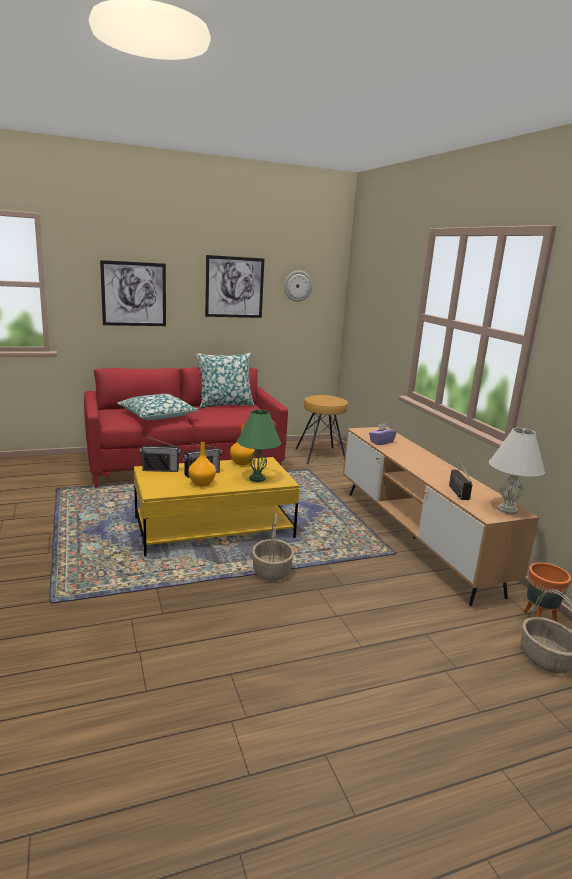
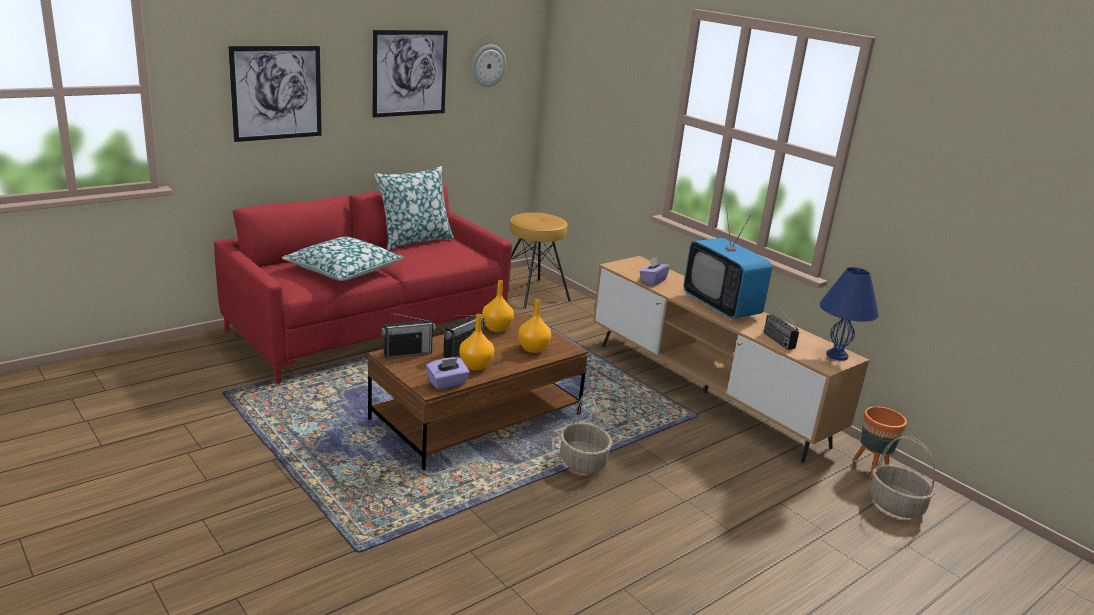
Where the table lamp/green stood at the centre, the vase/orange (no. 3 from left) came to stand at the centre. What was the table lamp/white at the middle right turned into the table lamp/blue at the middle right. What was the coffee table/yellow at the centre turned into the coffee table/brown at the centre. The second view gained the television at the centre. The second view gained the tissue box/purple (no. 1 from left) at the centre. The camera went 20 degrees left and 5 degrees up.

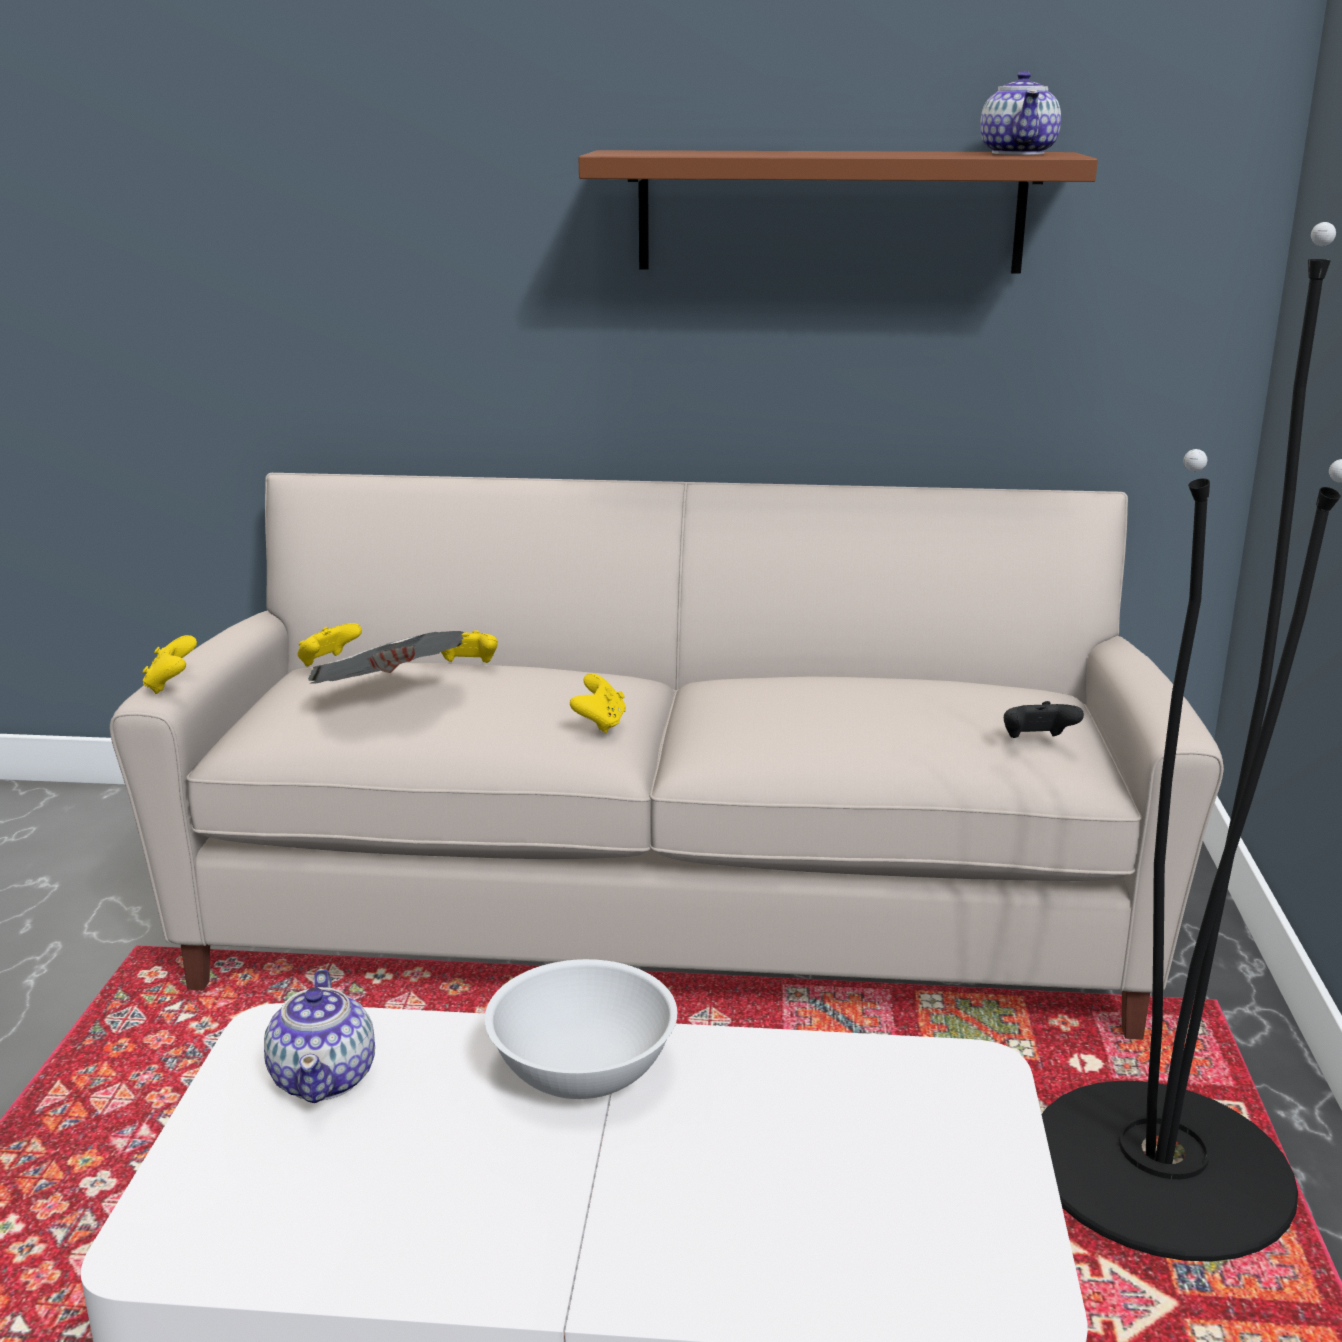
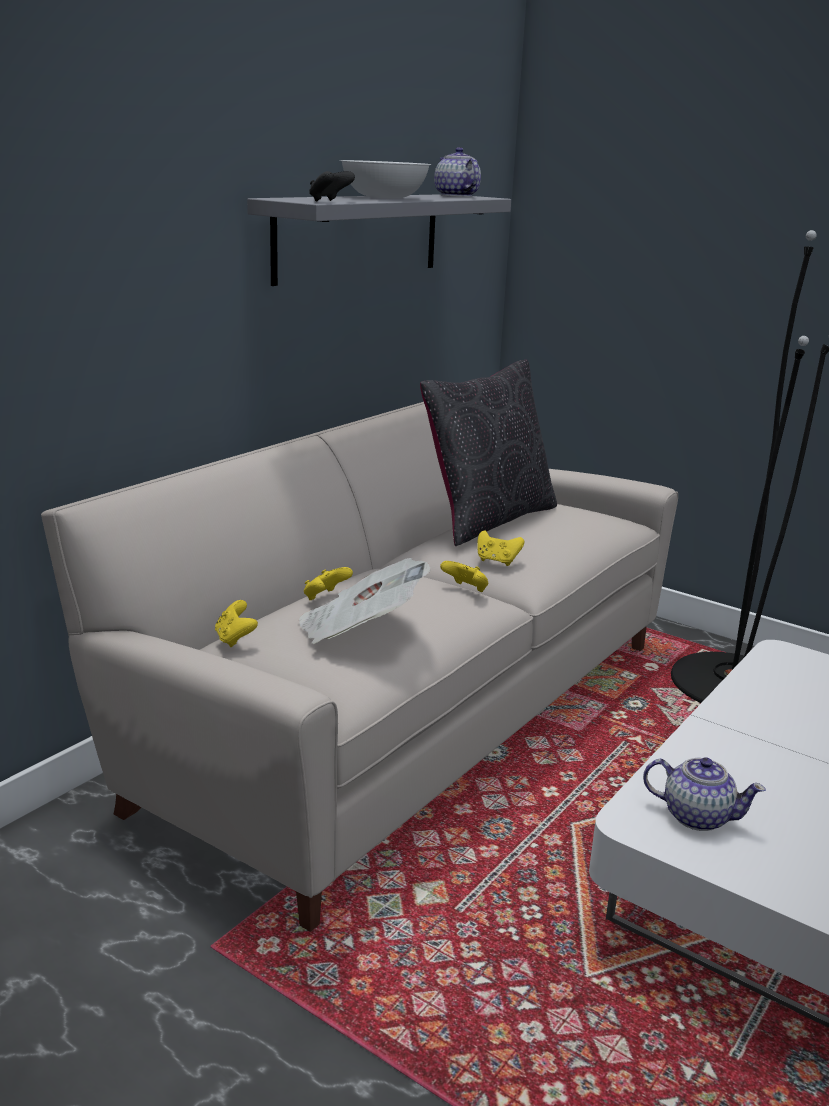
The teapot (no. 2 from left in the first image) at the top right ended up facing another way, 150 degrees counterclockwise from before. What was the shelf/brown at the top centre turned into the shelf/grey at the top centre. The game controller/yellow (no. 1 from left in the first image) ended up elsewhere, having gone from the middle left to the centre. The game controller/black ended up elsewhere, having gone from the middle right to the top centre. The bowl/white ended up elsewhere, having gone from the bottom centre to the top centre. The second view gained the pillow/black at the centre. The camera went 60 degrees left and 0 degrees up.

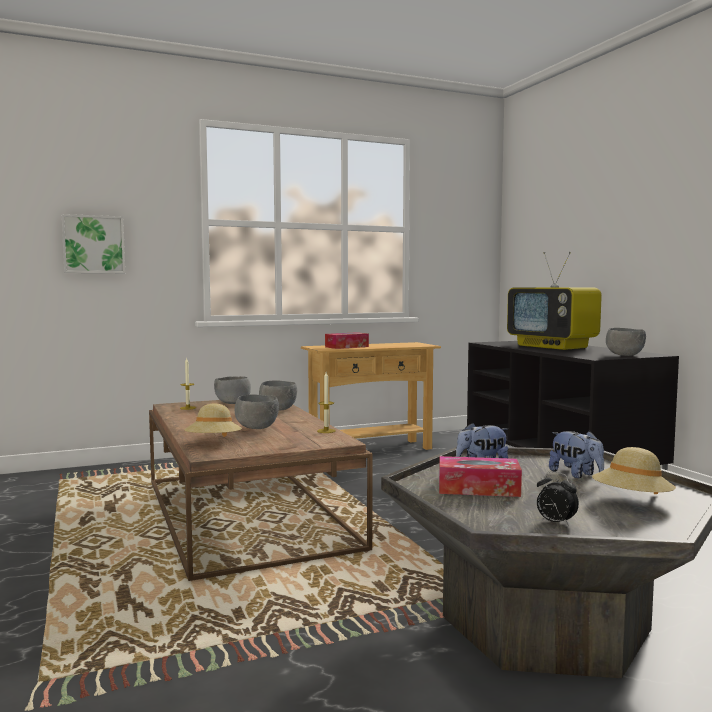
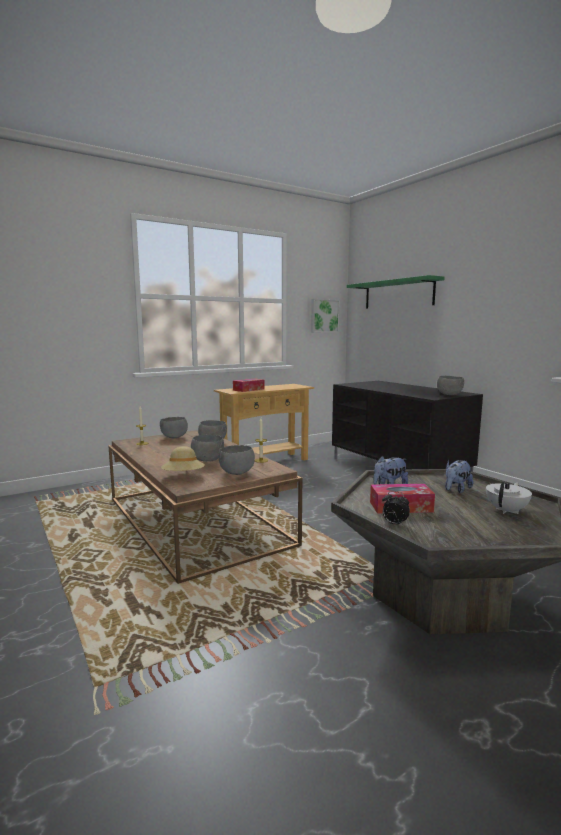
The picture ended up elsewhere, having gone from the middle left to the centre. The second view lost the television at the middle right. The plush toy (no. 2 from left) at the middle right ended up facing another way, 90 degrees clockwise from before. Where the hat/beige (no. 2 from left) stood at the middle right, the teapot/white came to stand at the middle right. The alarm clock ended up elsewhere, having gone from the bottom right to the middle right. The second view gained the shelf/green at the middle right. The second view gained the bowl/grey (no. 4 from left) at the centre. The camera went 10 degrees left and 5 degrees up.

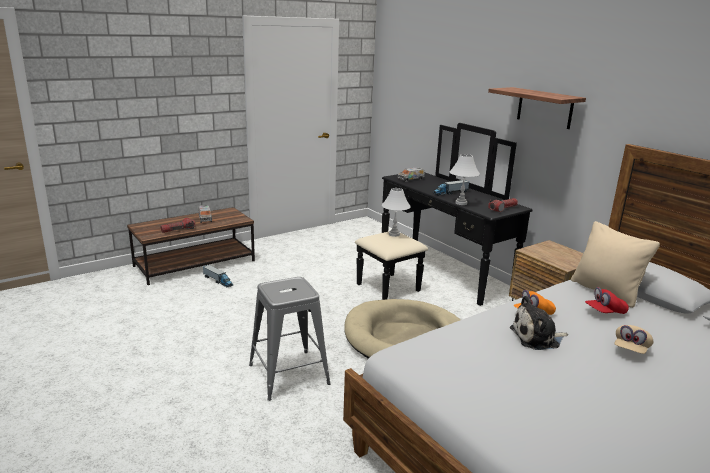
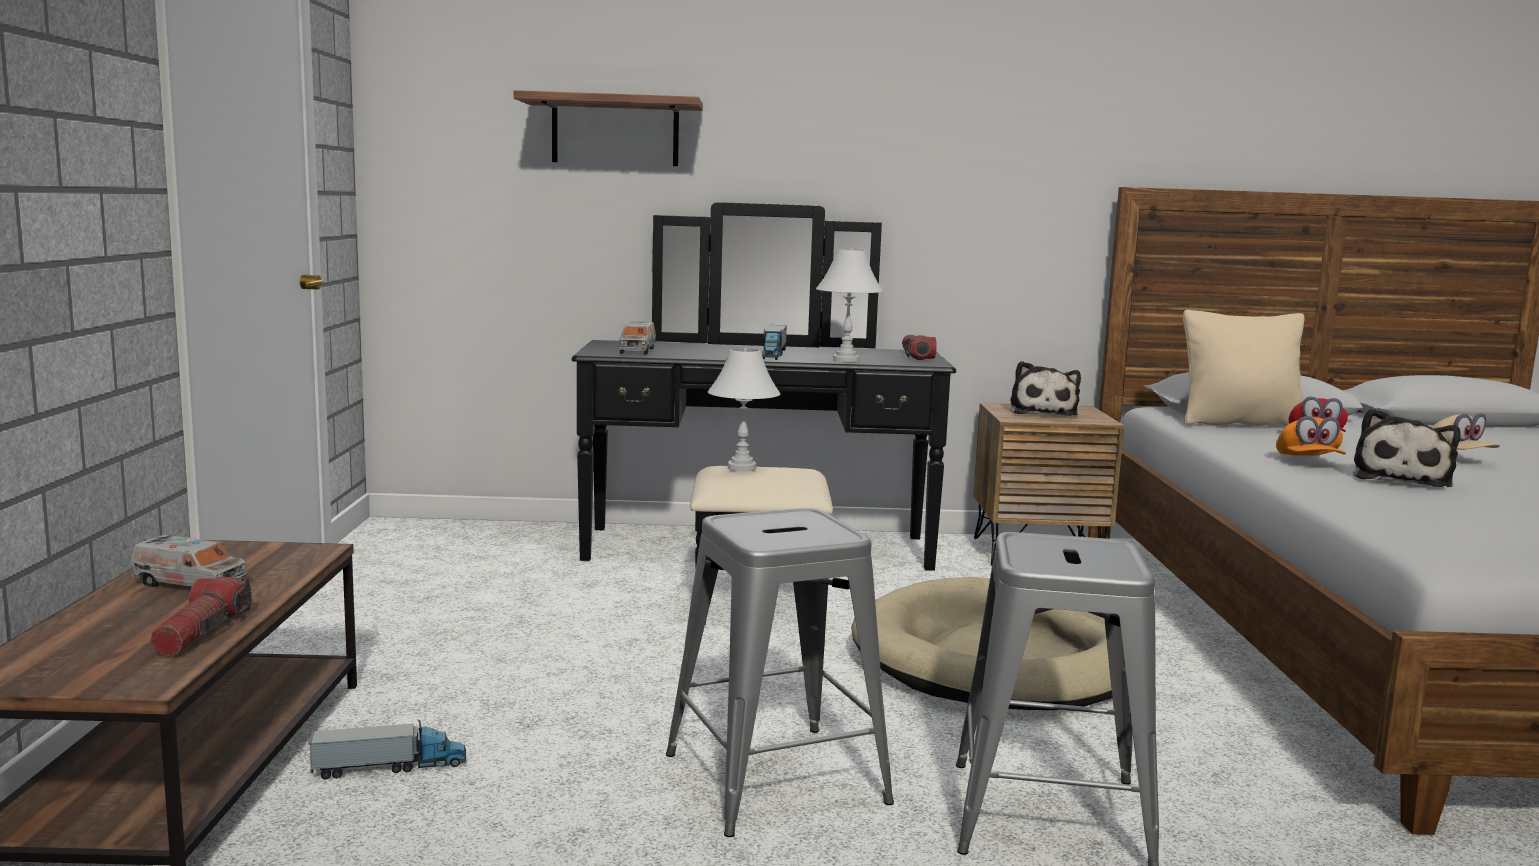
The shelf ended up elsewhere, having gone from the top right to the top centre. The second view gained the plush toy (no. 1 from left) at the middle right. The second view gained the stool/grey (no. 1 from left) at the bottom centre. The camera went 55 degrees left and 10 degrees down.

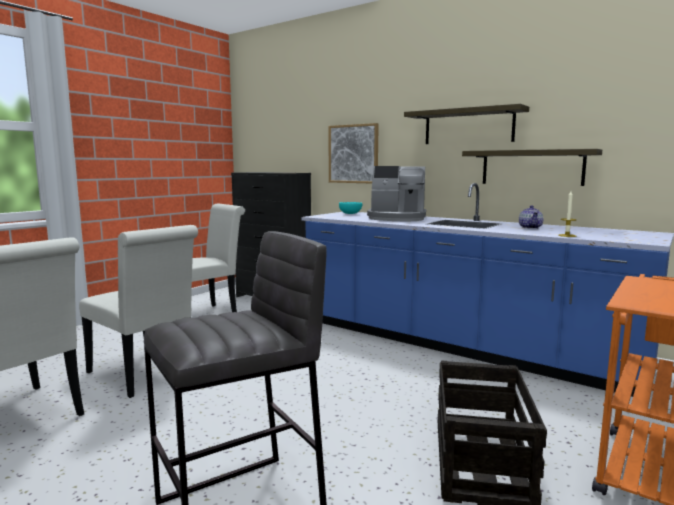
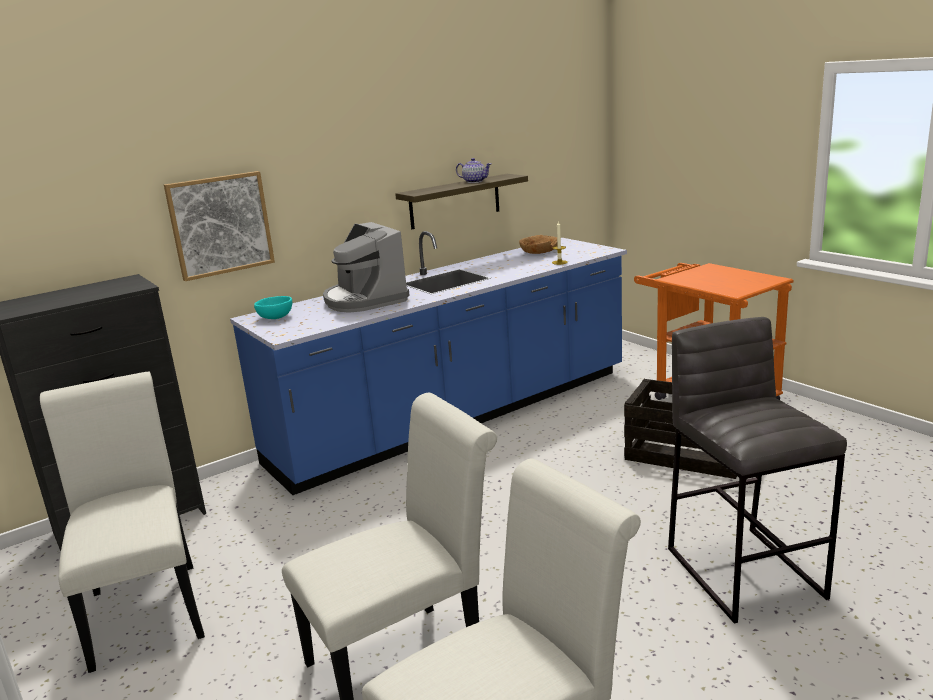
The second view lost the shelf (no. 1 from left) at the top right. The coffee machine at the centre ended up facing another way, 120 degrees clockwise from before. The teapot ended up elsewhere, having gone from the middle right to the top centre. The second view gained the bowl/brown at the centre. The camera went 70 degrees left and 10 degrees up.

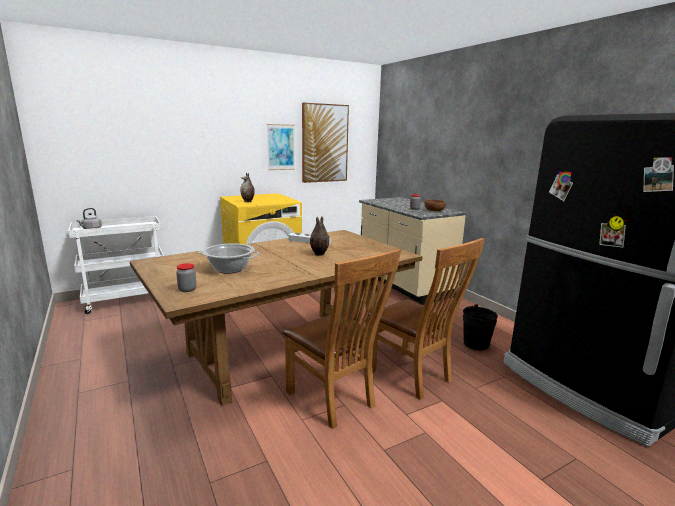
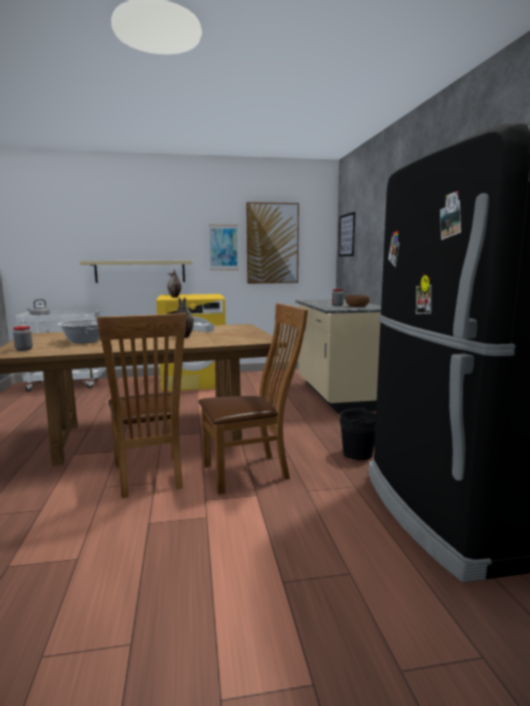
The chair/brown (no. 2 from left) at the centre ended up facing another way, 90 degrees counterclockwise from before. The second view gained the picture (no. 3 from left) at the top centre. The second view gained the shelf/beige at the middle left. The camera went 20 degrees right and 5 degrees down.

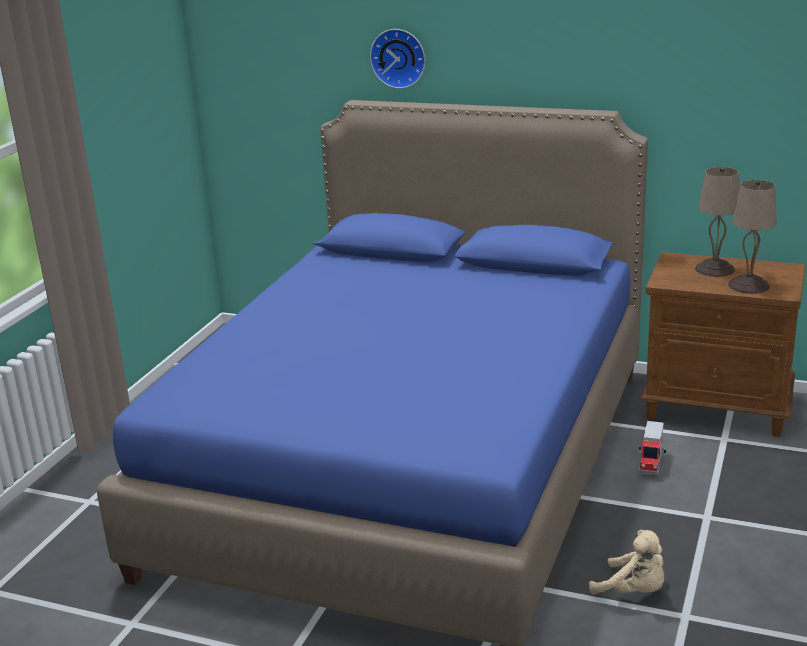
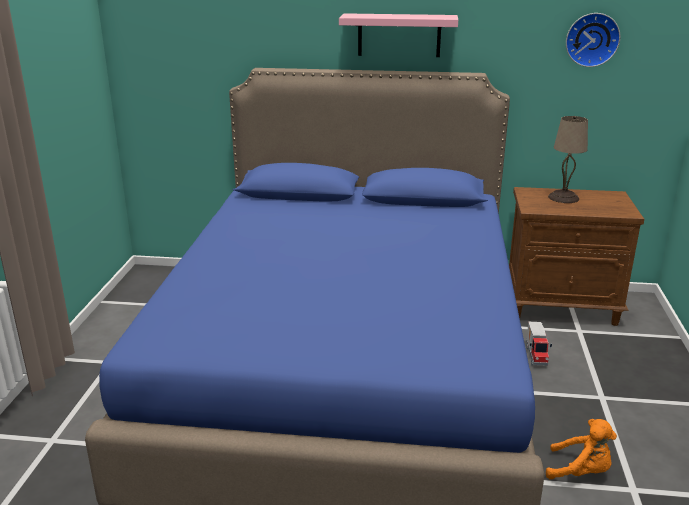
The wall clock ended up elsewhere, having gone from the top centre to the top right. The second view lost the table lamp/beige (no. 2 from left) at the middle right. What was the plush toy/beige at the bottom right turned into the plush toy/orange at the bottom right. The second view gained the shelf/pink at the top centre. The camera went 15 degrees left and 0 degrees up.

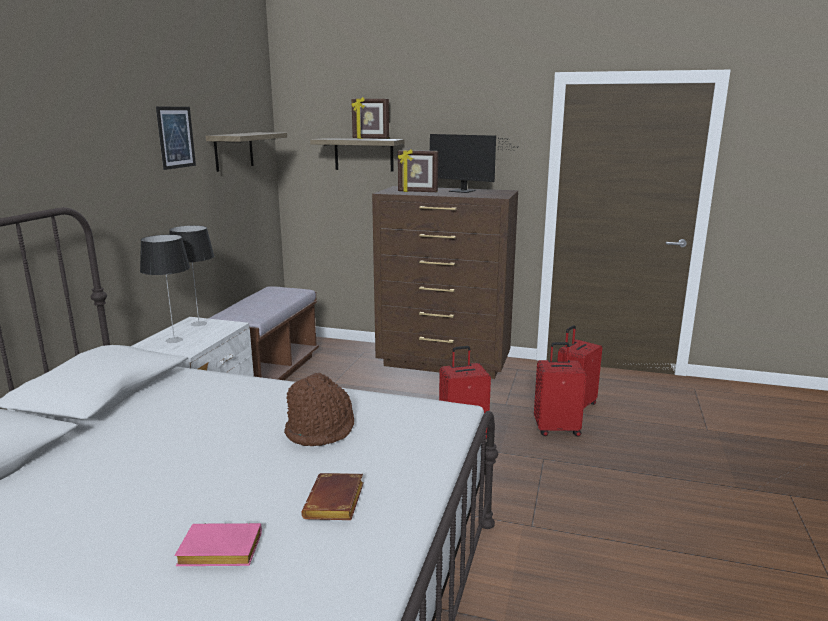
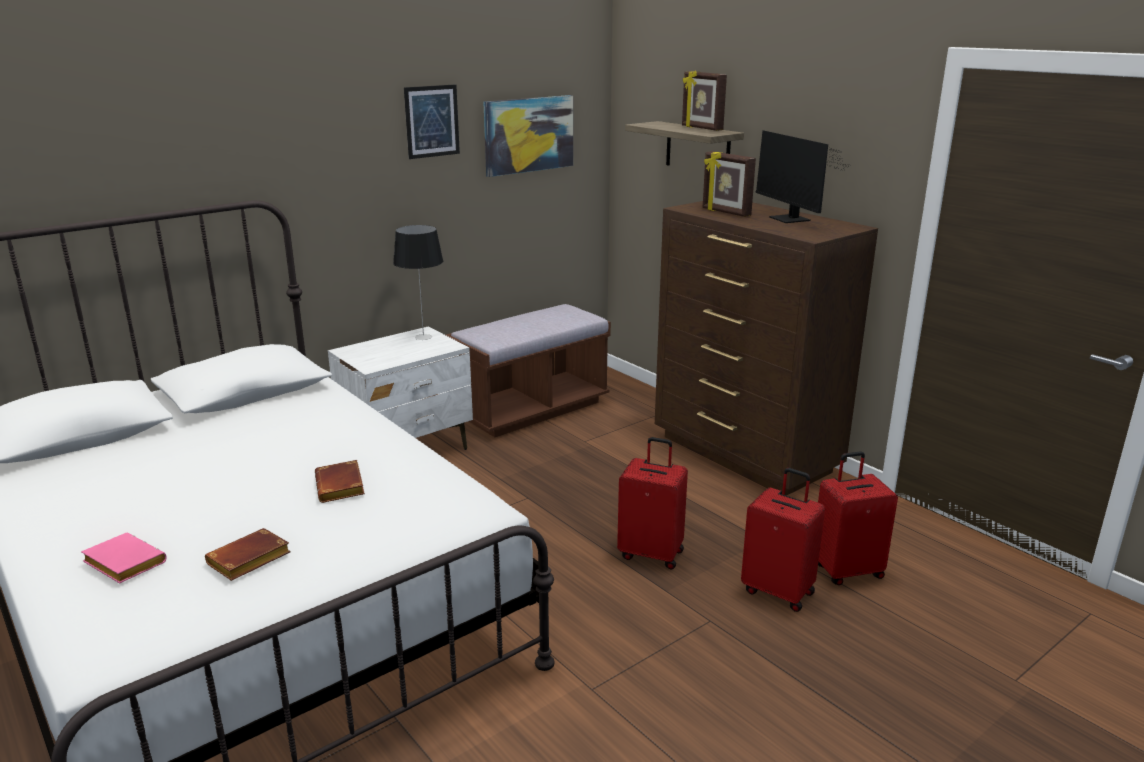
Where the shelf (no. 1 from left) hung at the top left, the picture (no. 2 from left) came to hang at the top centre. The second view lost the table lamp (no. 1 from left) at the middle left. Where the hat/brown stood at the centre, the book/brown (no. 2 from left) came to stand at the middle left. The camera went 35 degrees right and 5 degrees up.

